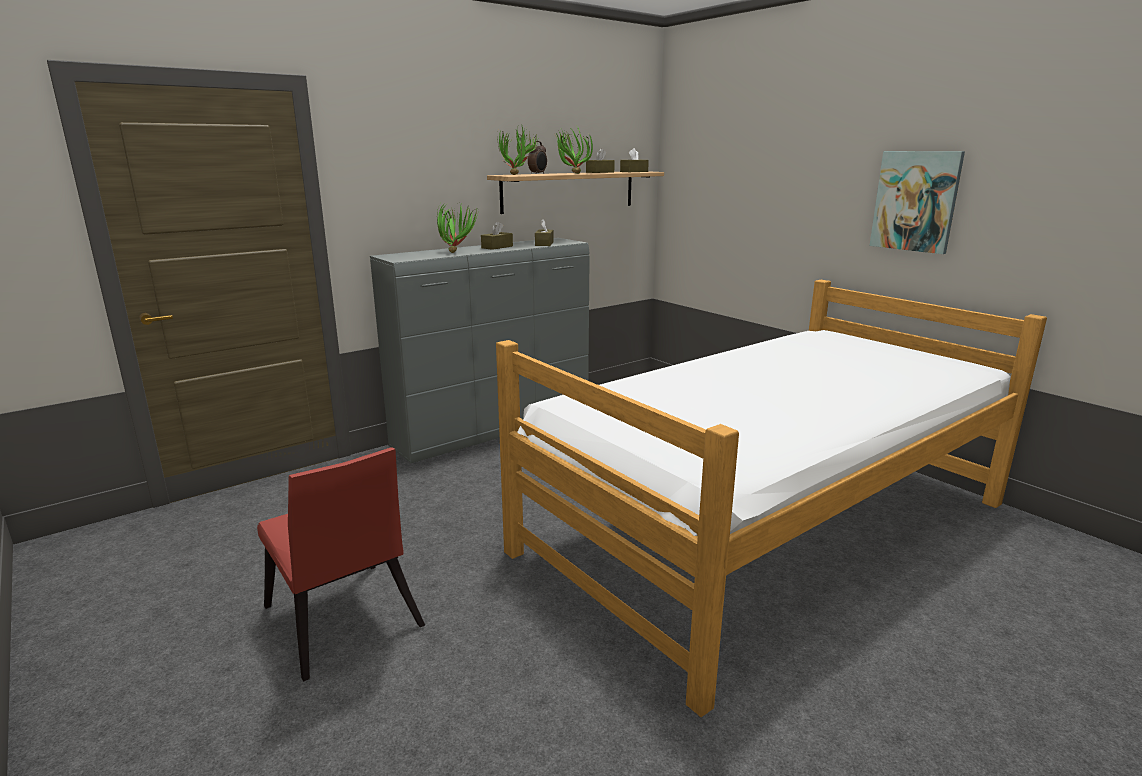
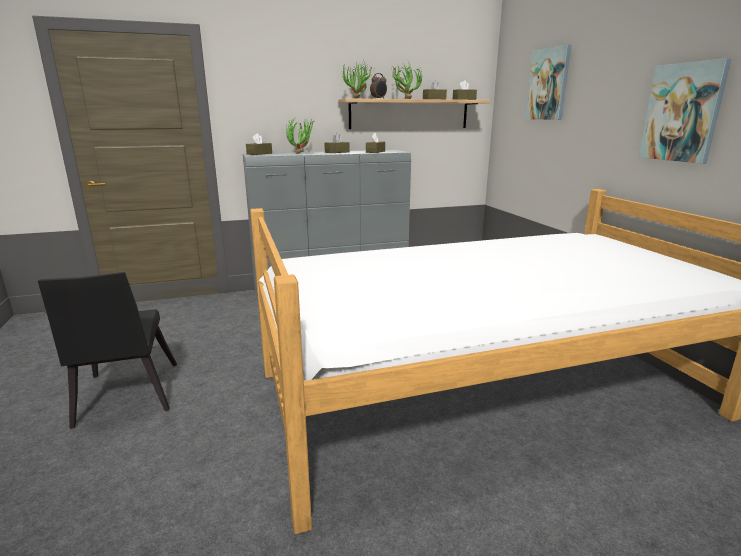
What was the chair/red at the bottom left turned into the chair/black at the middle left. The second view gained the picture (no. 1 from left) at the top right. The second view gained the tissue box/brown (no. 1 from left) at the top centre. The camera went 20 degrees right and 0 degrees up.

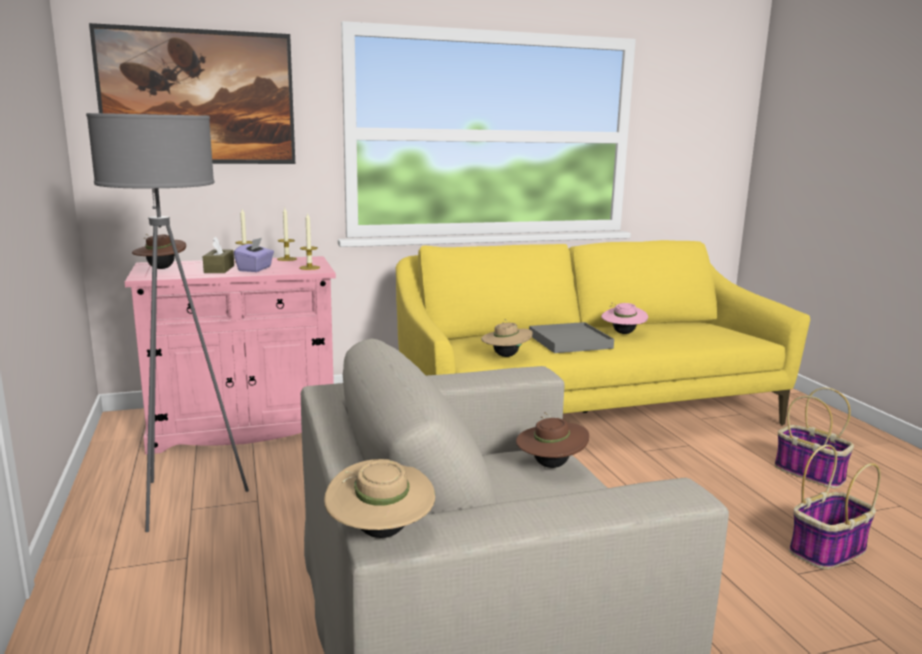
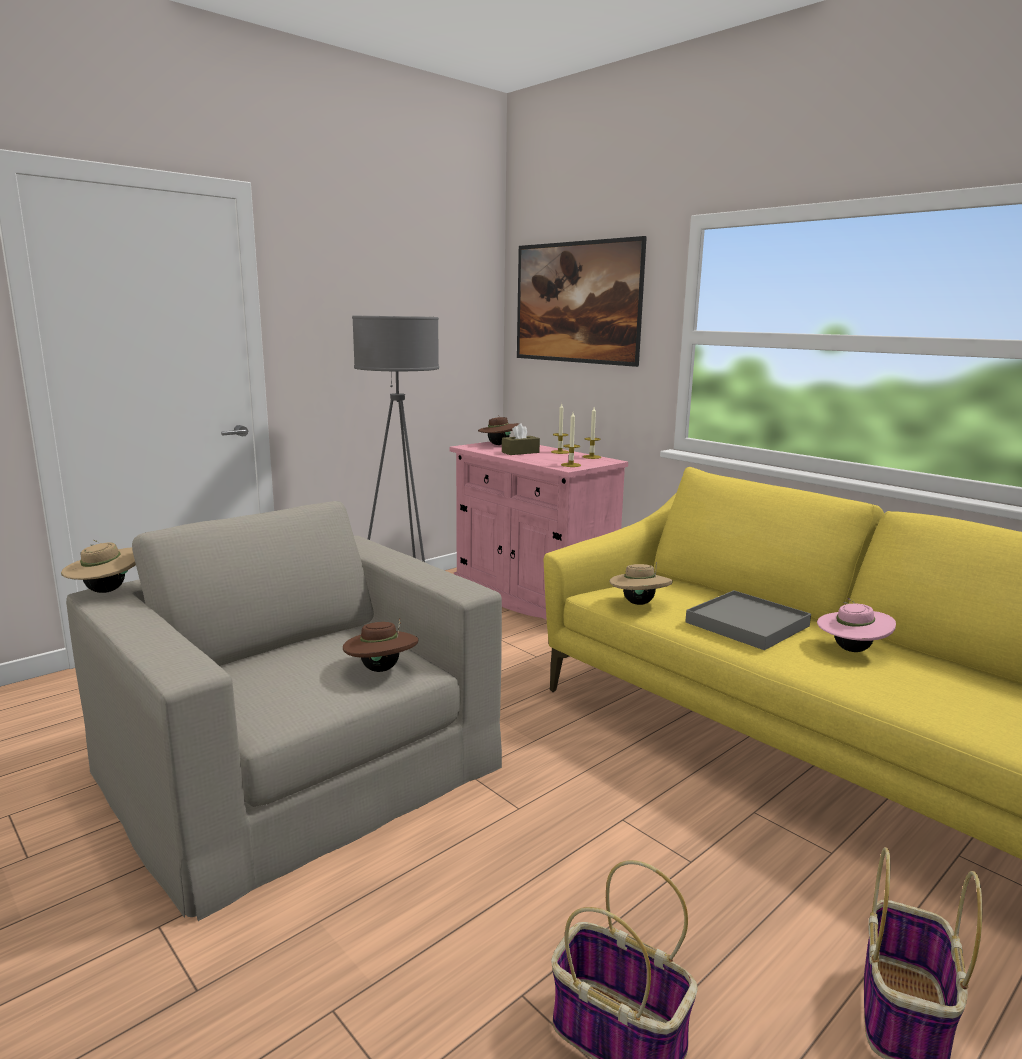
The second view lost the tissue box/purple at the middle left. The camera went 65 degrees right and 0 degrees up.

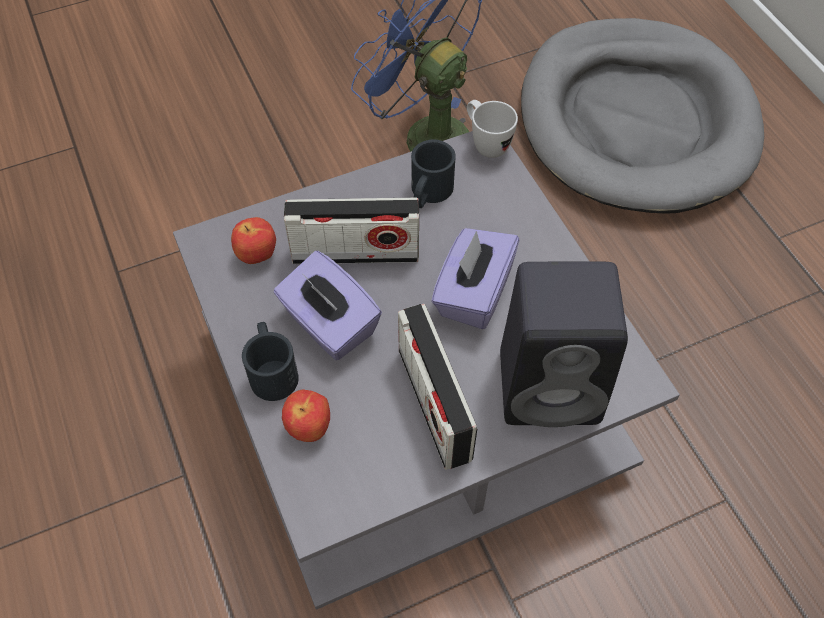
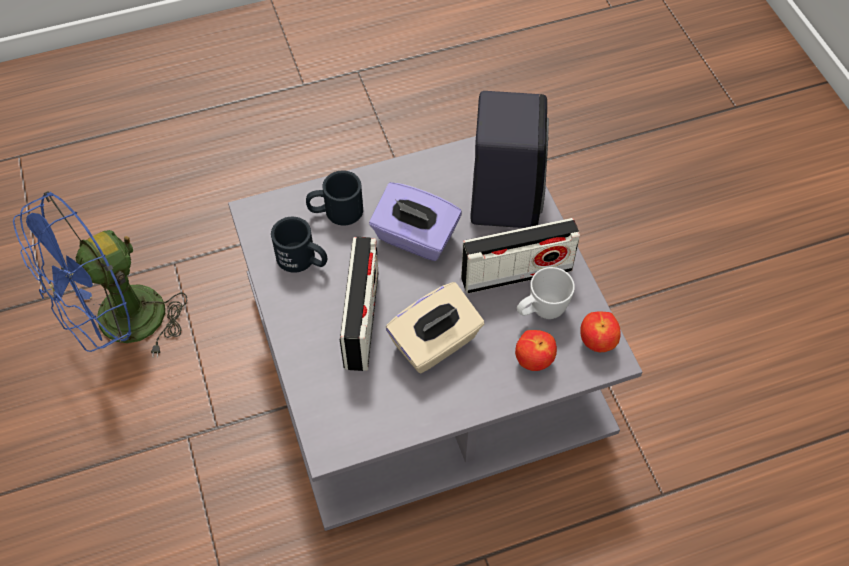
The second view lost the dog bed/grey at the top right. The mug/white ended up elsewhere, having gone from the top centre to the centre. The apple (no. 1 from left in the first image) ended up elsewhere, having gone from the middle left to the middle right. What was the tissue box/purple (no. 1 from left) at the centre turned into the tissue box/beige at the centre. The mug/black (no. 1 from left in the first image) ended up elsewhere, having gone from the middle left to the centre. The camera went 85 degrees left and 0 degrees up.

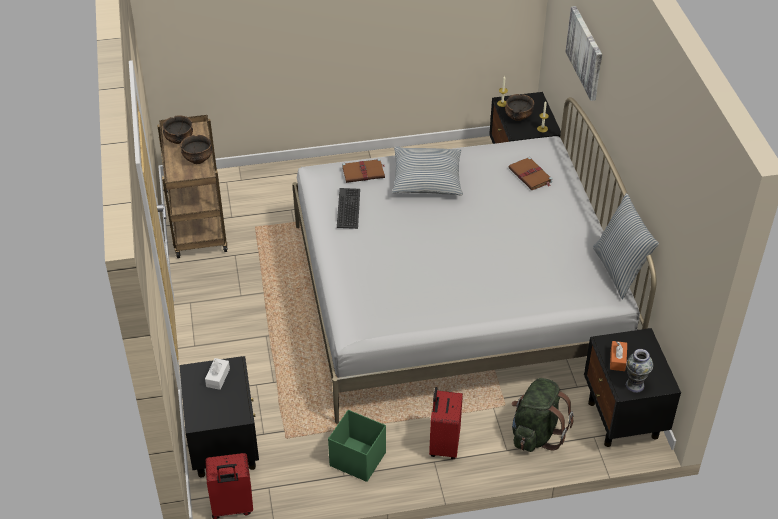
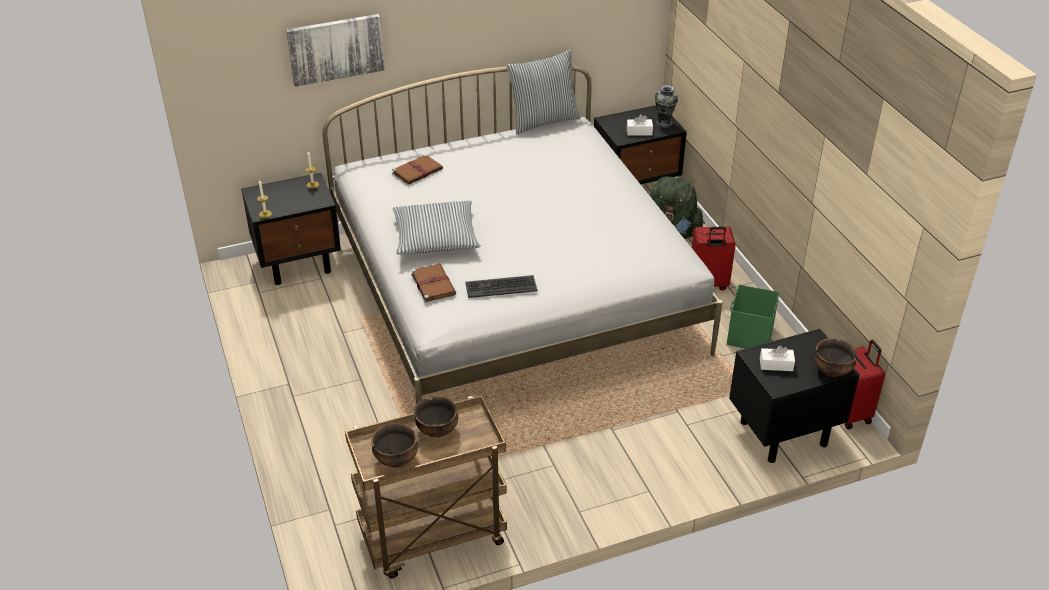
The bowl (no. 3 from left) ended up elsewhere, having gone from the top right to the middle right. What was the tissue box/orange at the bottom right turned into the tissue box/white (no. 1 from left) at the top centre. The camera went 100 degrees left and 5 degrees down.

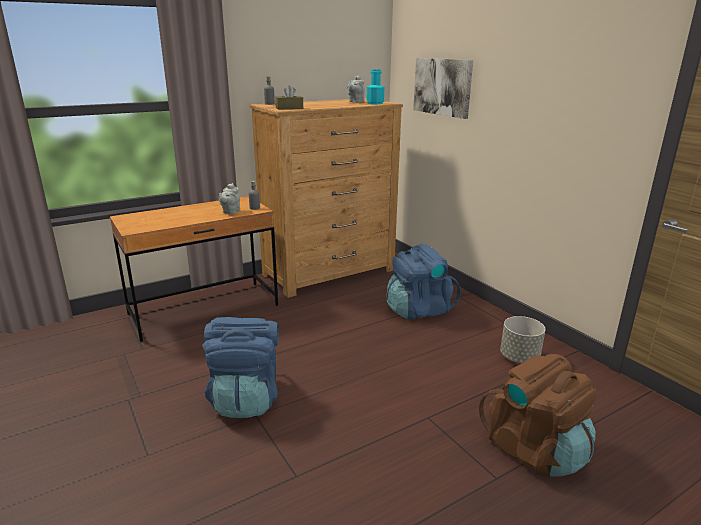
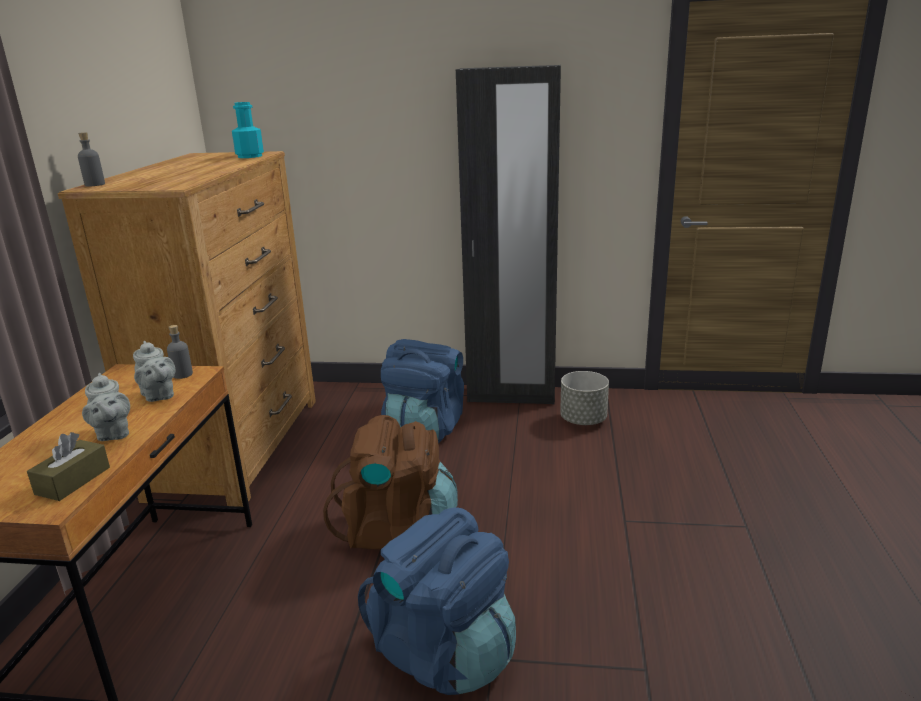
The second view lost the picture at the top centre. The teapot/grey (no. 2 from left in the first image) ended up elsewhere, having gone from the top centre to the middle left. The tissue box/brown ended up elsewhere, having gone from the top centre to the middle left. The backpack/brown ended up elsewhere, having gone from the bottom right to the bottom centre. The second view gained the wardrobe/black at the centre. The camera went 50 degrees left and 0 degrees up.

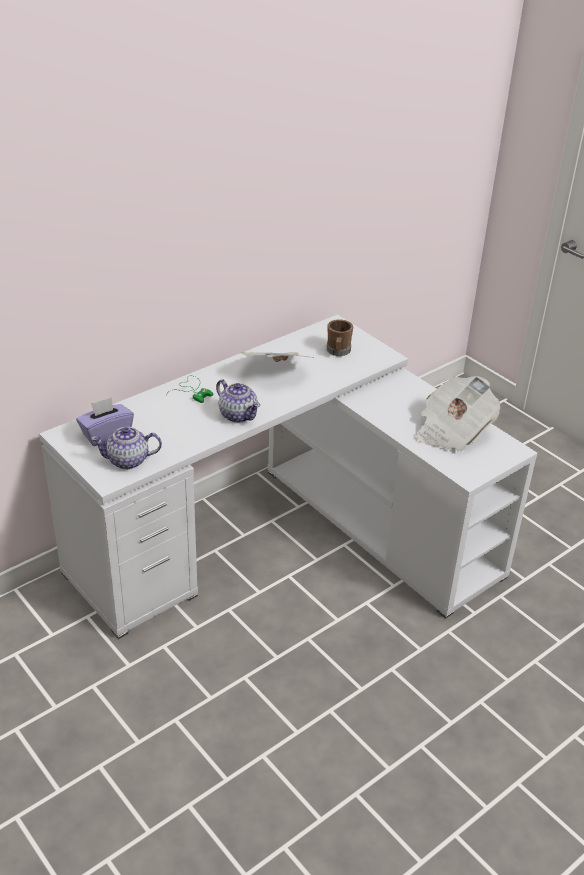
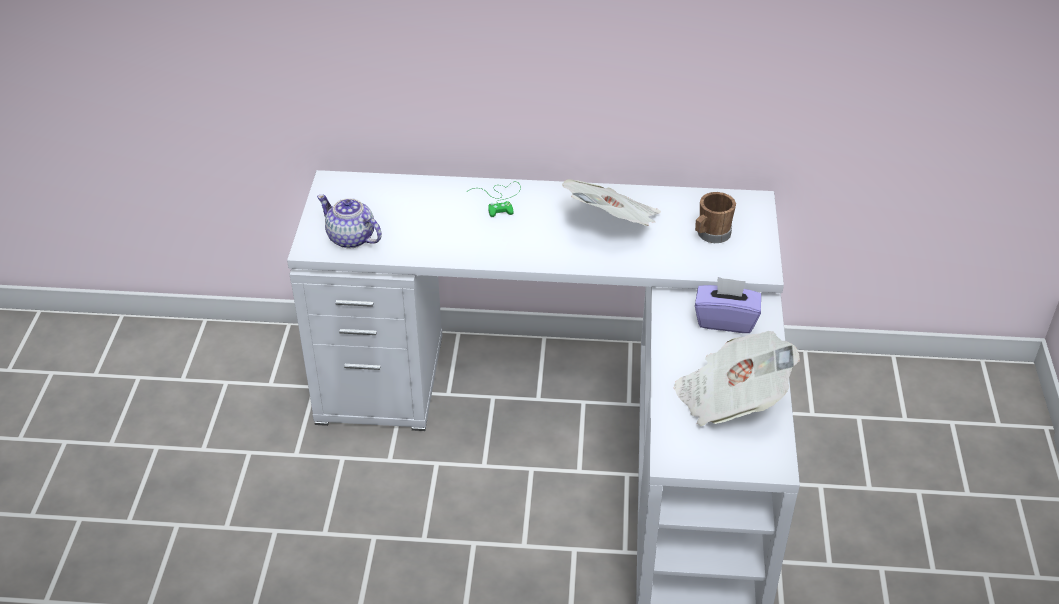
The second view lost the teapot (no. 2 from left) at the centre. The tissue box/purple ended up elsewhere, having gone from the middle left to the middle right. The camera went 45 degrees right and 5 degrees up.

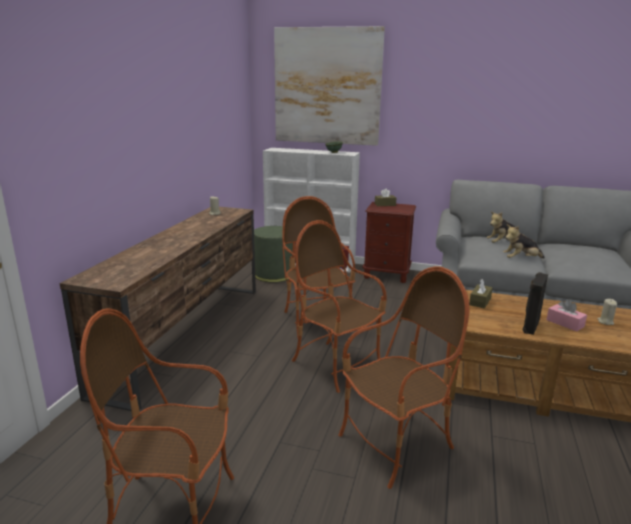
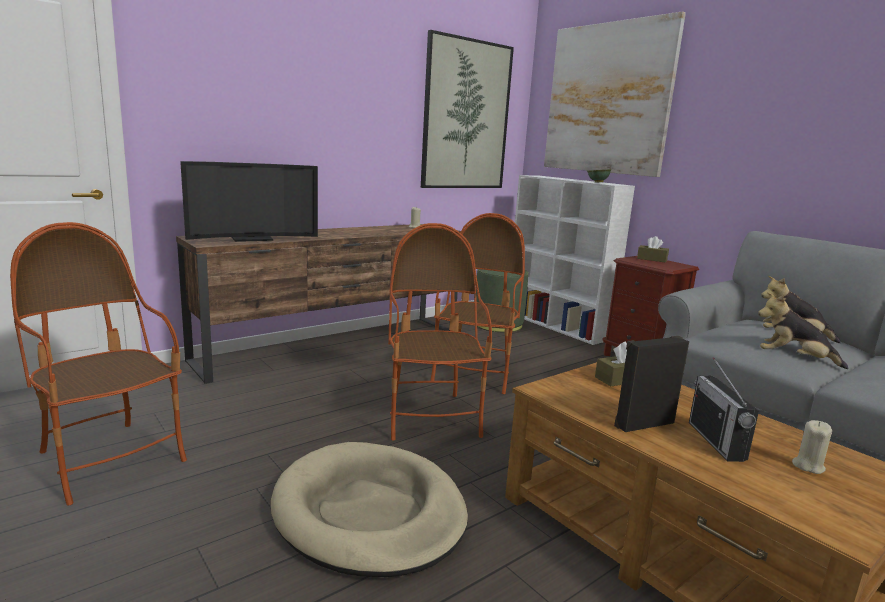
Where the armchair (no. 4 from left) stood at the bottom centre, the dog bed/beige came to stand at the bottom centre. Where the tissue box/pink stood at the middle right, the radio came to stand at the bottom right. The second view gained the picture (no. 1 from left) at the top centre. The second view gained the television at the middle left. The camera went 35 degrees right and 5 degrees down.

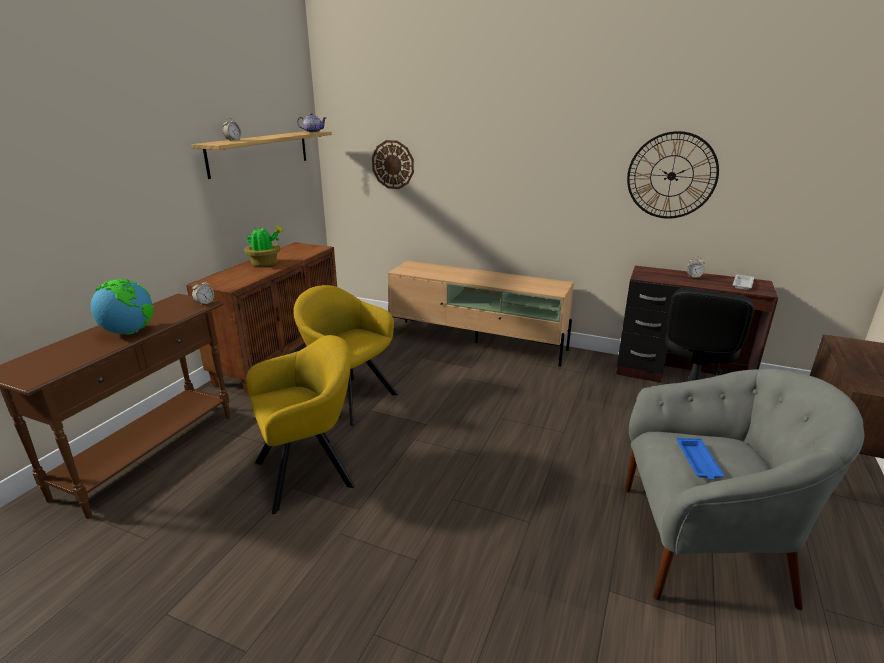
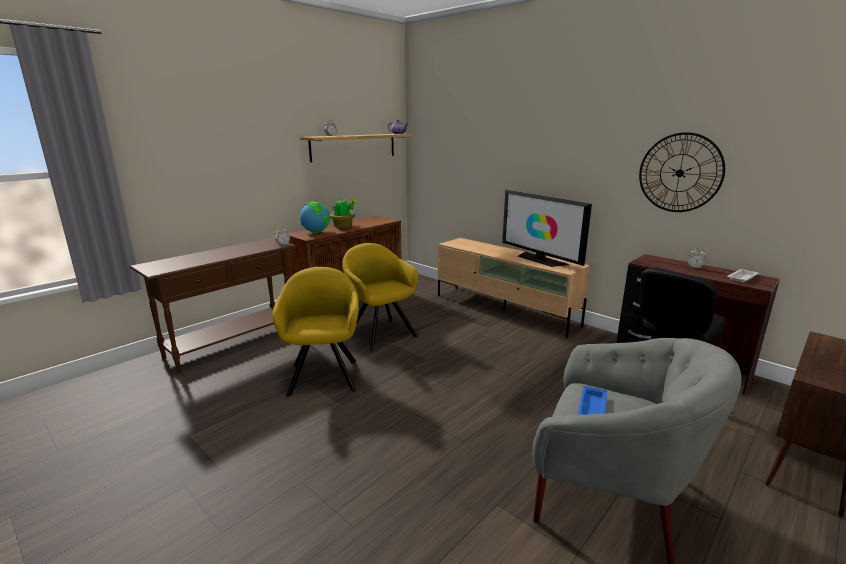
The second view lost the wall clock (no. 1 from left) at the top centre. The globe ended up elsewhere, having gone from the middle left to the centre. The armchair/yellow (no. 1 from left) at the centre ended up facing another way, 90 degrees counterclockwise from before. The second view gained the television at the centre. The camera went 20 degrees right and 5 degrees down.

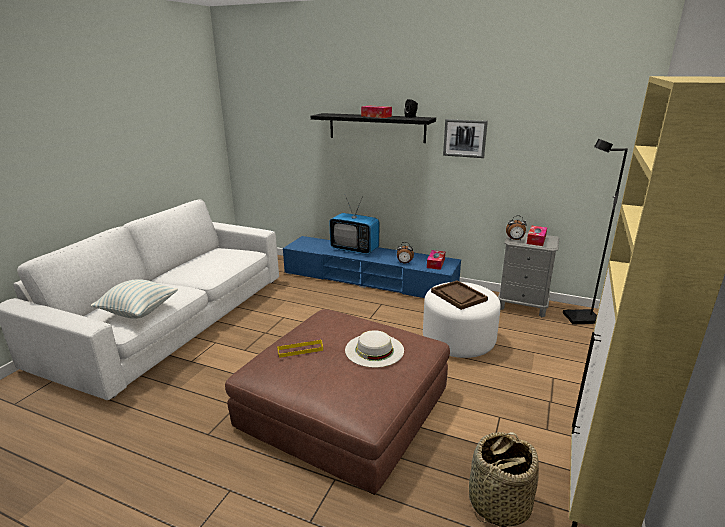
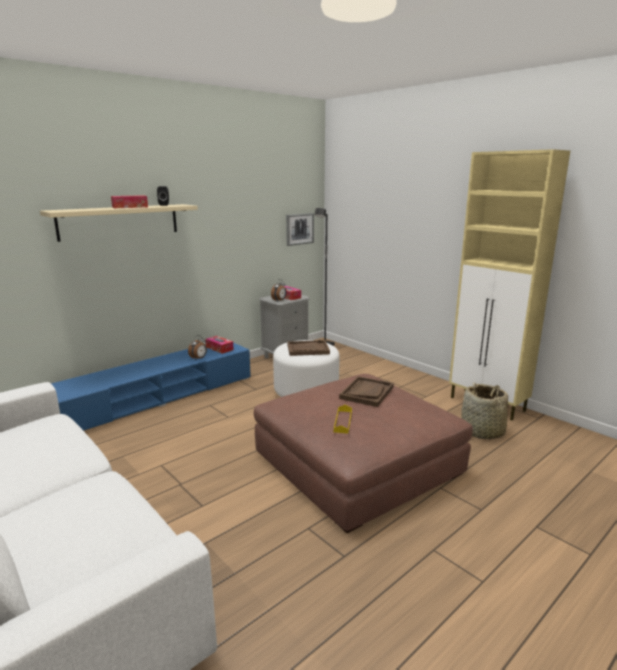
What was the shelf/black at the top centre turned into the shelf/beige at the top left. The picture ended up elsewhere, having gone from the top centre to the centre. The second view lost the television at the centre. The second view lost the pillow at the middle left. Where the hat/white stood at the centre, the tray/brown (no. 2 from left) came to stand at the centre. The camera went 65 degrees left and 5 degrees down.

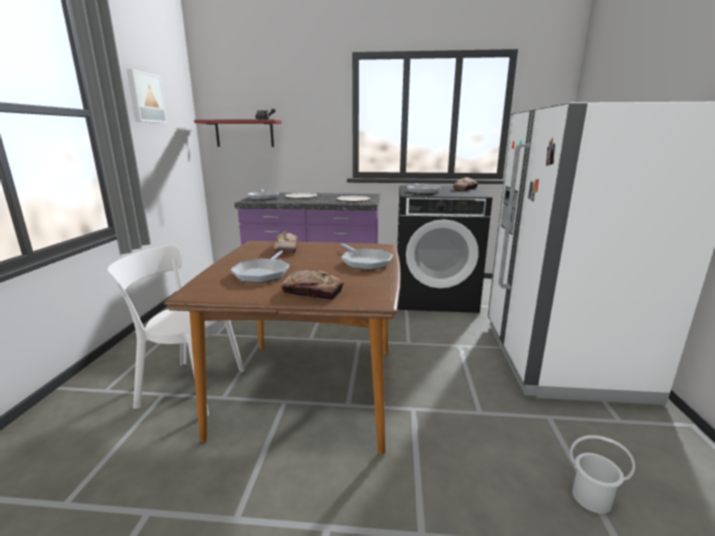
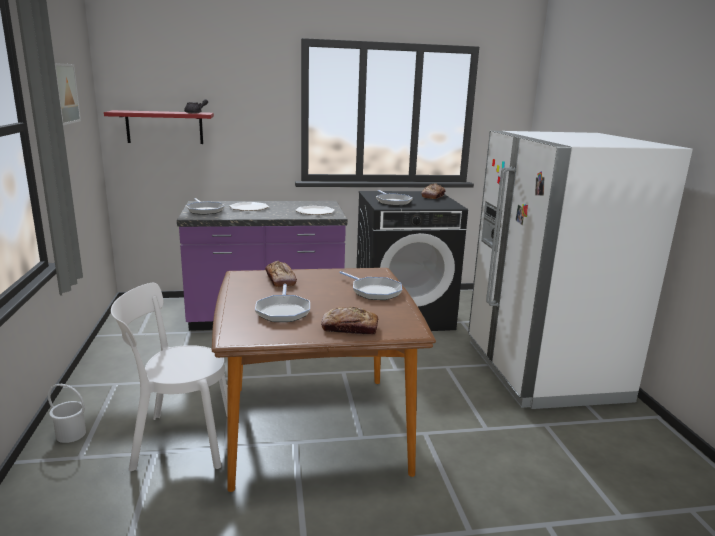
The bucket/white ended up elsewhere, having gone from the bottom right to the bottom left. The camera went 15 degrees left and 0 degrees up.

